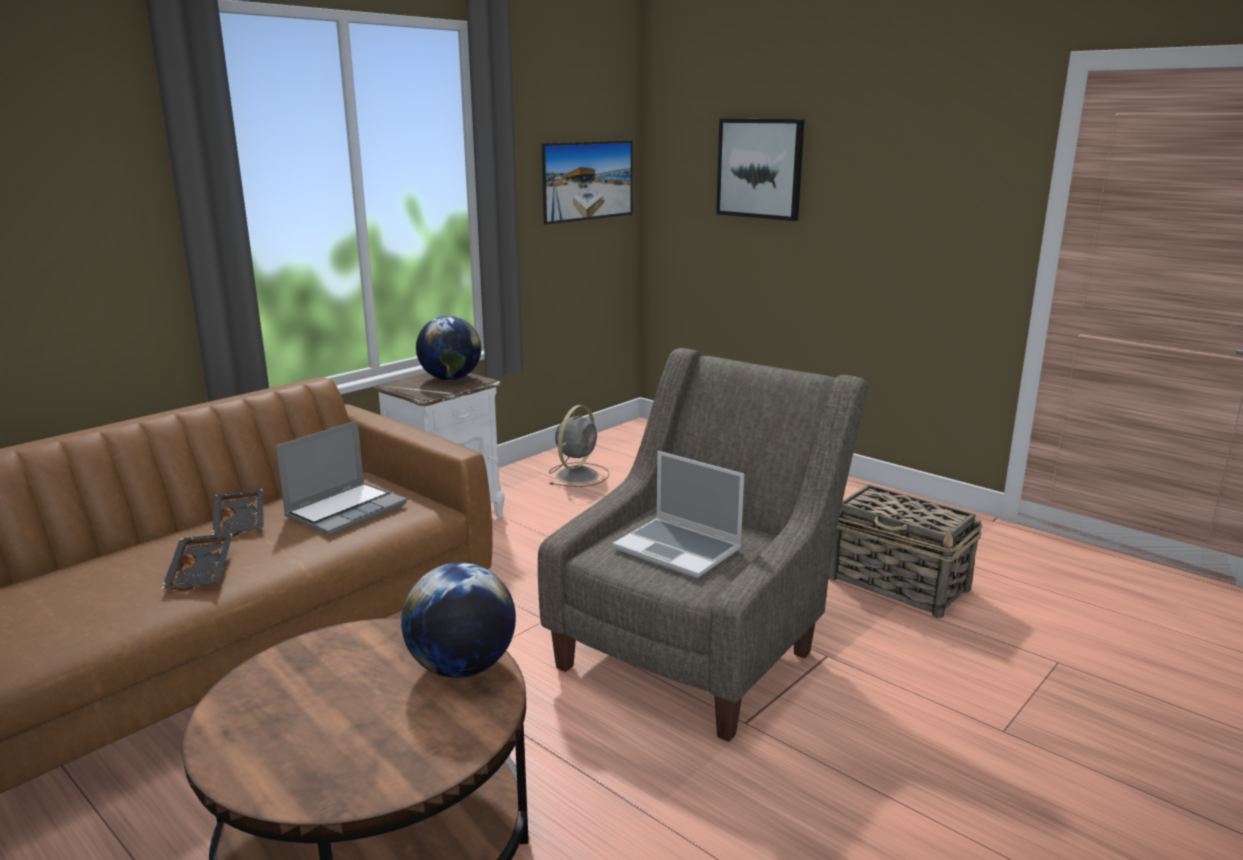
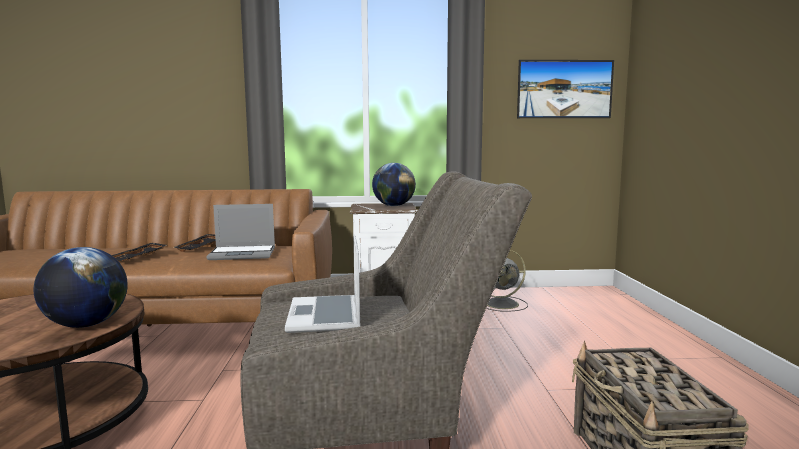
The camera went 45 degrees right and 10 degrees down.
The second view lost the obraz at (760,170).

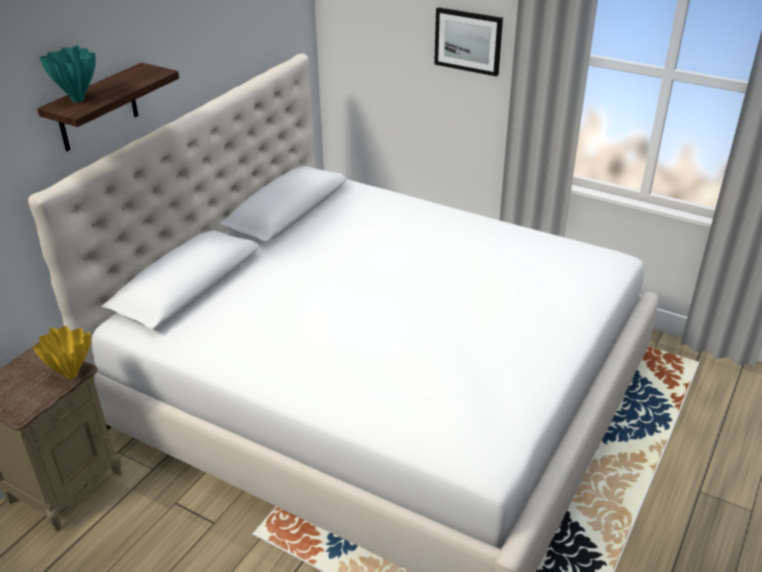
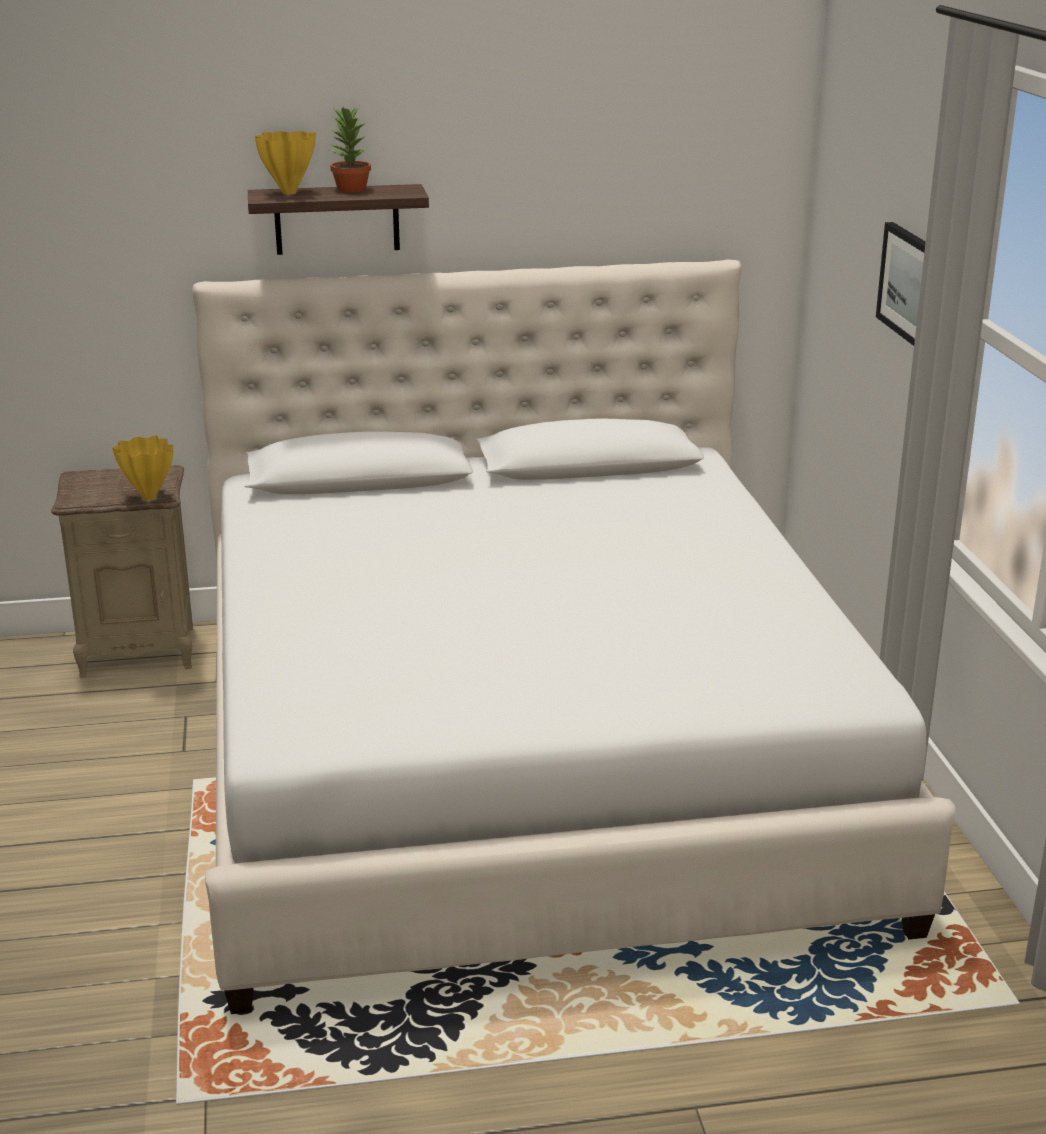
The camera went 50 degrees right and 10 degrees down.
The second view gained the roślina doniczkowa at (350,149).
What was the wazon [turkusowy] at (67,74) turned into the wazon [żółty] at (285,162).

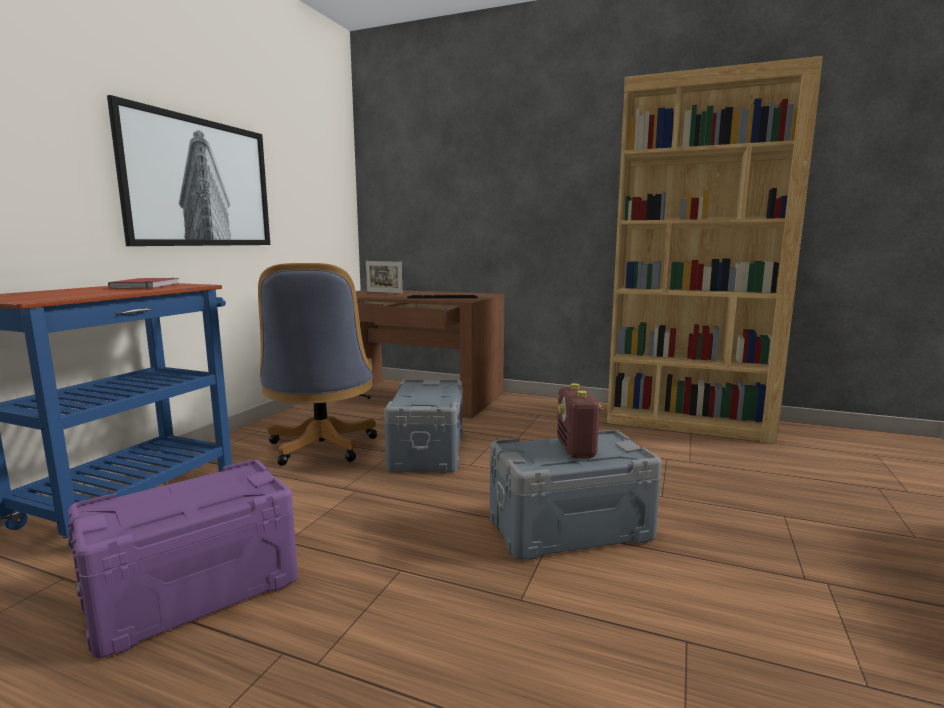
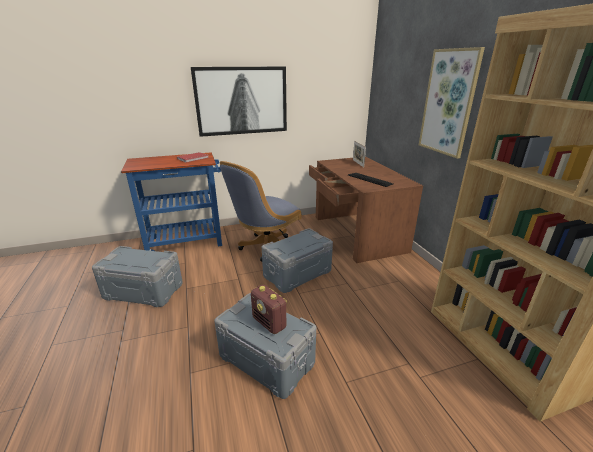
The camera went 50 degrees right and 15 degrees up.
The second view gained the obraz at (452,103).
What was the pojemnik do przechowywania [fioletowy] at (183,559) turned into the pojemnik do przechowywania [szary] at (137,276).
The radio at (580,420) ended up facing another way, 90 degrees counterclockwise from before.

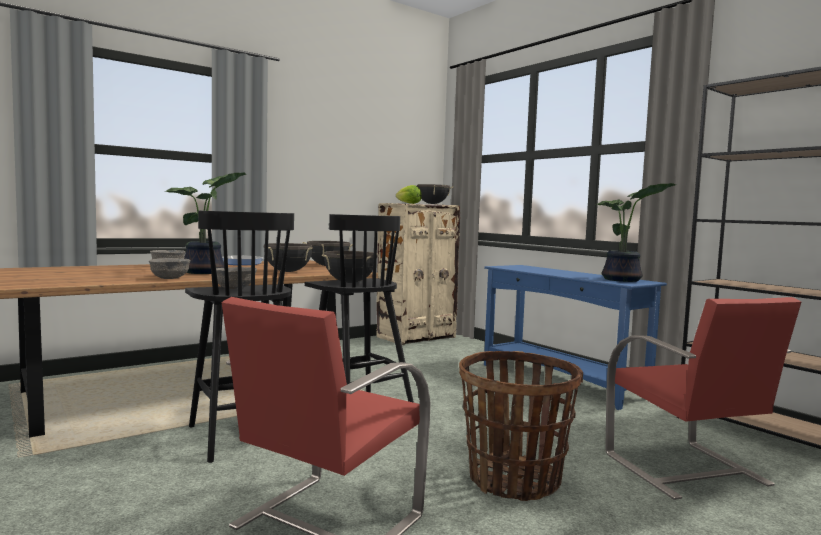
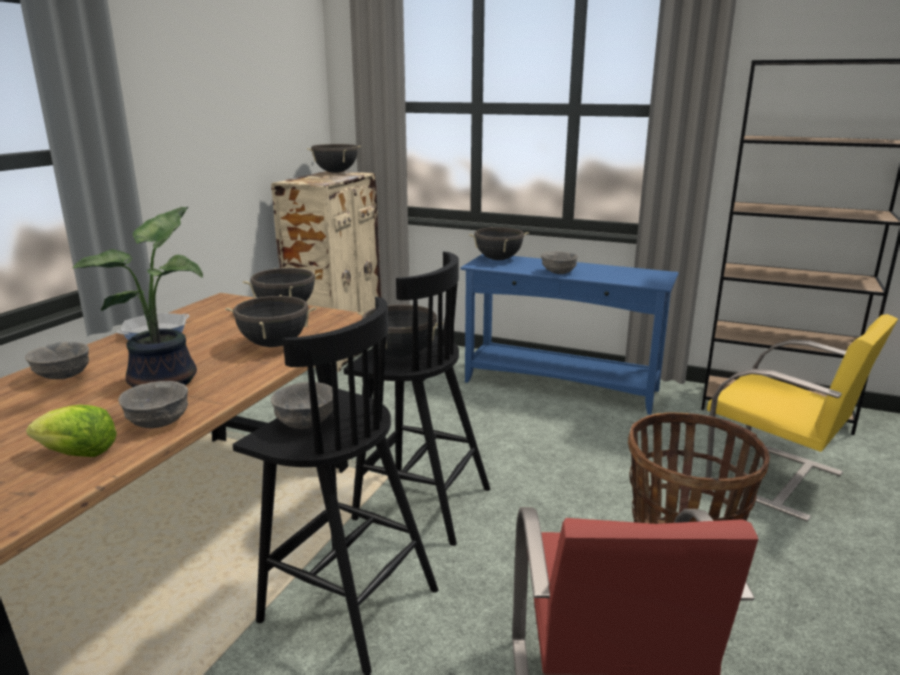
The camera went 30 degrees left and 15 degrees up.
The second view lost the roślina doniczkowa at (635,232).
The second view gained the garnek [czarny] at (499,243).
The second view gained the miska [szary] at (559,262).
The sałata ended up elsewhere, having gone from (408,194) to (71,431).
What was the krzesło [czerwony] at (703,398) turned into the krzesło [żółty] at (802,417).

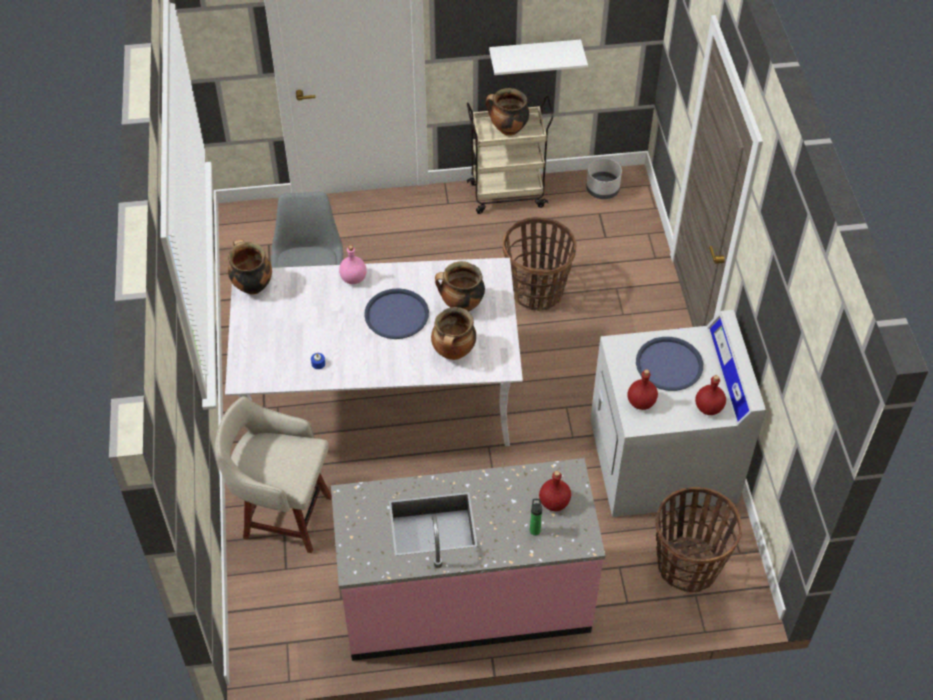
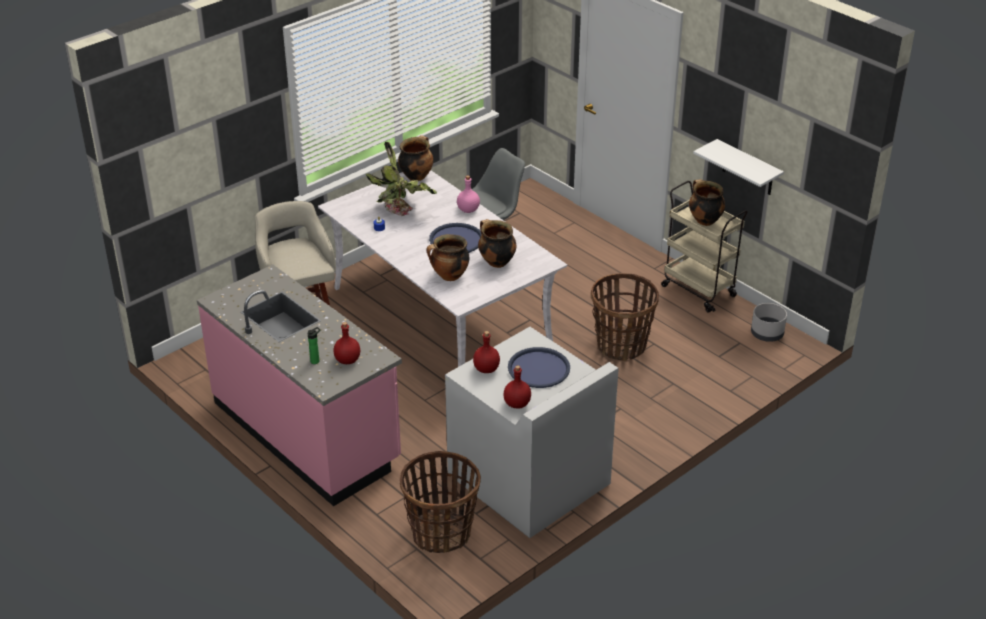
The camera went 55 degrees right and 15 degrees down.
The second view gained the roślina doniczkowa at (401,179).

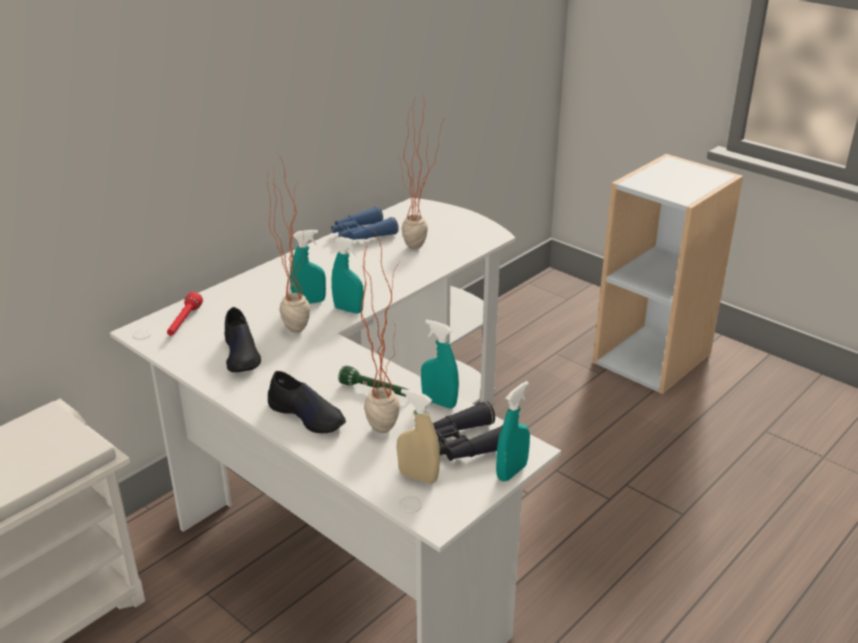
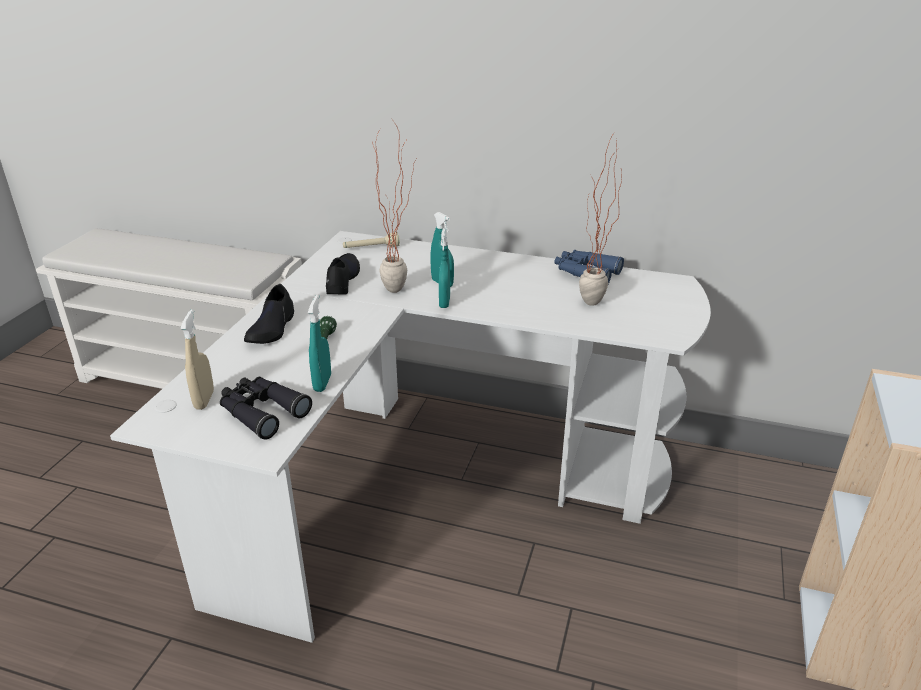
The camera went 65 degrees right and 0 degrees up.
The second view lost the roślina doniczkowa at (380,333).
The second view lost the spryskiwacz [turkusowy] at (513,431).
What was the latarka [czerwony] at (185,314) turned into the latarka [beżowy] at (371,240).
The but [czarny] at (242,340) ended up facing another way, 135 degrees clockwise from before.

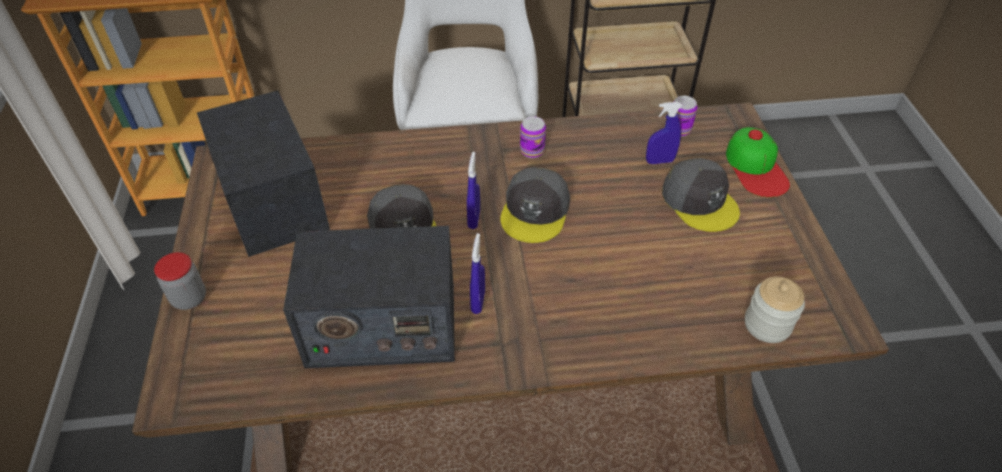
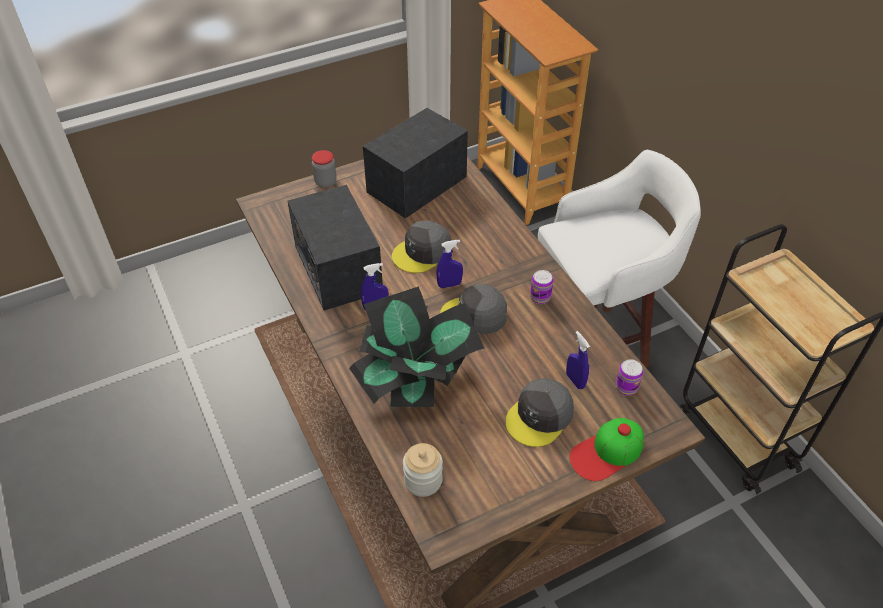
The camera went 70 degrees right and 0 degrees up.
The second view gained the roślina doniczkowa at (416,346).

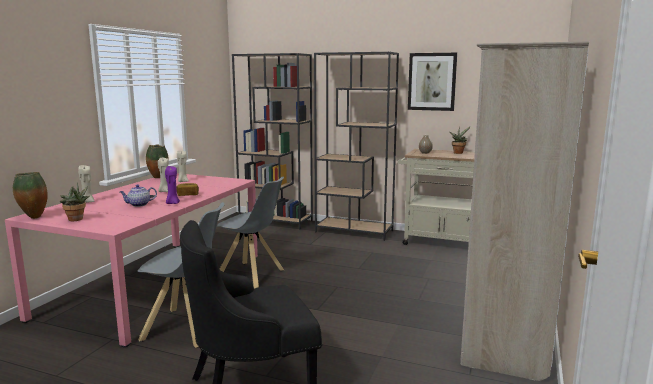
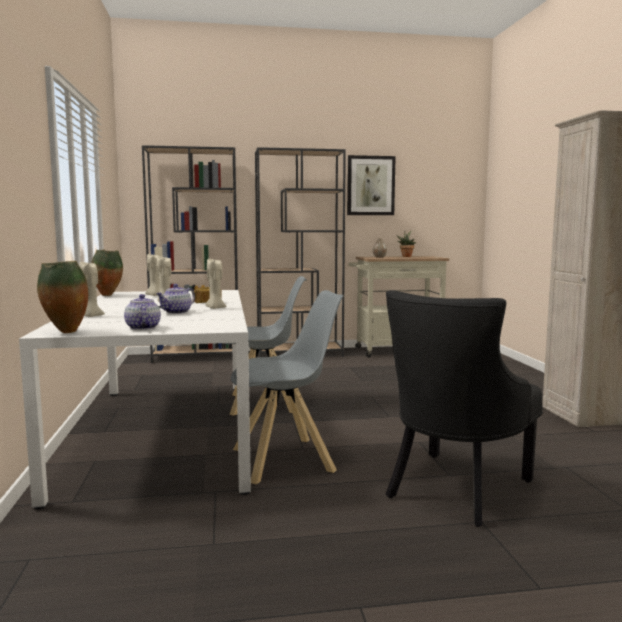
The camera went 30 degrees left and 5 degrees down.
Where the roślina doniczkowa stood at (74,202), the imbryk came to stand at (142,312).
What was the stół jadalny [różowy] at (131,260) turned into the stół jadalny [biały] at (135,399).
What was the świeca [fioletowy] at (172,185) turned into the świeca [beżowy] at (216,283).

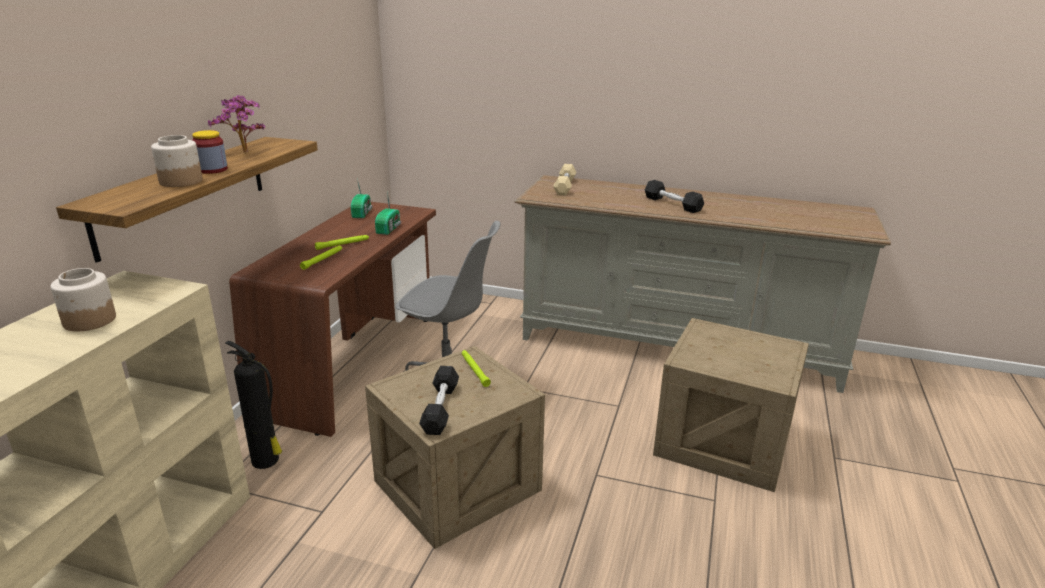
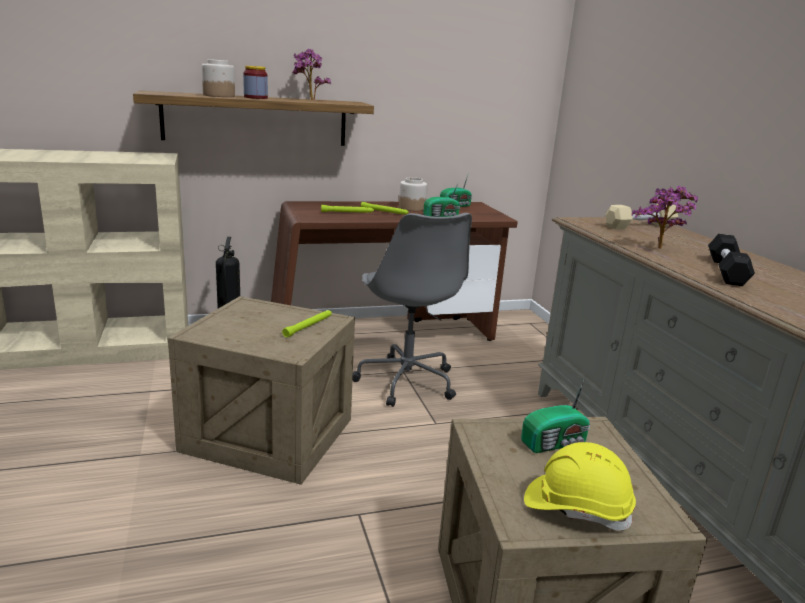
The camera went 55 degrees right and 5 degrees down.
The second view lost the hantel [czarny] at (439,400).
The second view gained the radio at (555,415).
The second view gained the kask [żółty] at (580,486).
The second view gained the roślina doniczkowa at (665,217).
The słoik ended up elsewhere, having gone from (83,299) to (413,194).

